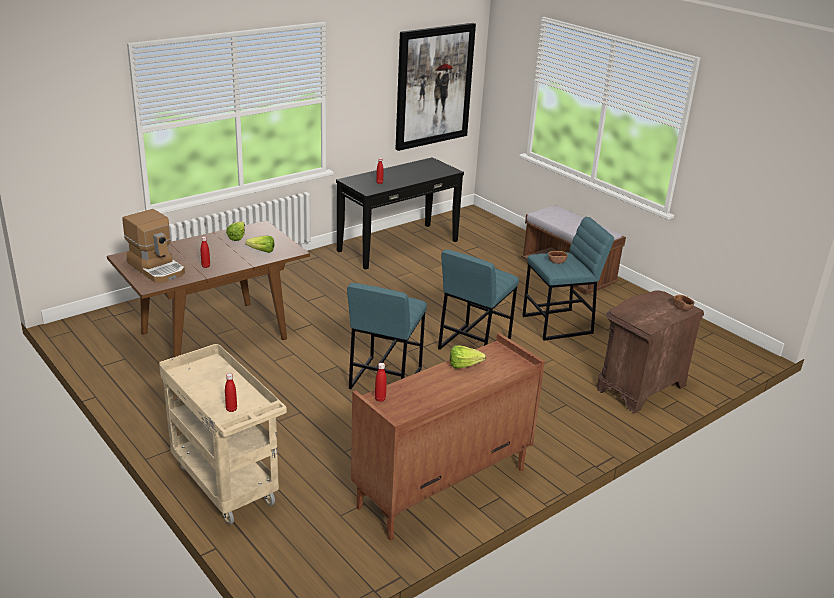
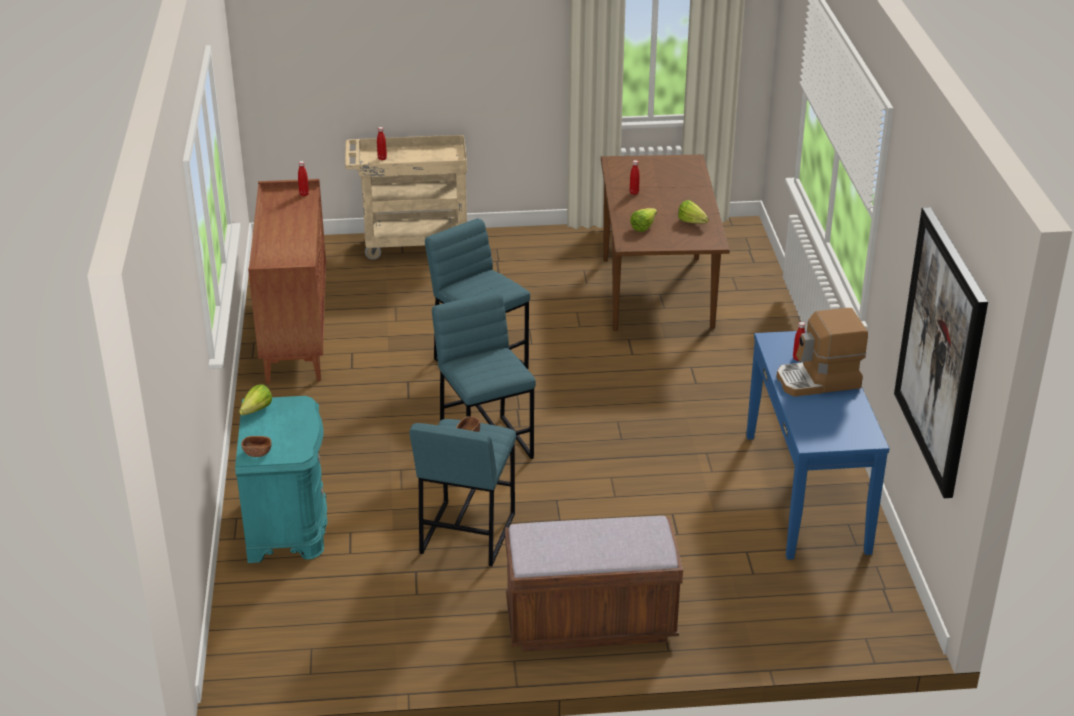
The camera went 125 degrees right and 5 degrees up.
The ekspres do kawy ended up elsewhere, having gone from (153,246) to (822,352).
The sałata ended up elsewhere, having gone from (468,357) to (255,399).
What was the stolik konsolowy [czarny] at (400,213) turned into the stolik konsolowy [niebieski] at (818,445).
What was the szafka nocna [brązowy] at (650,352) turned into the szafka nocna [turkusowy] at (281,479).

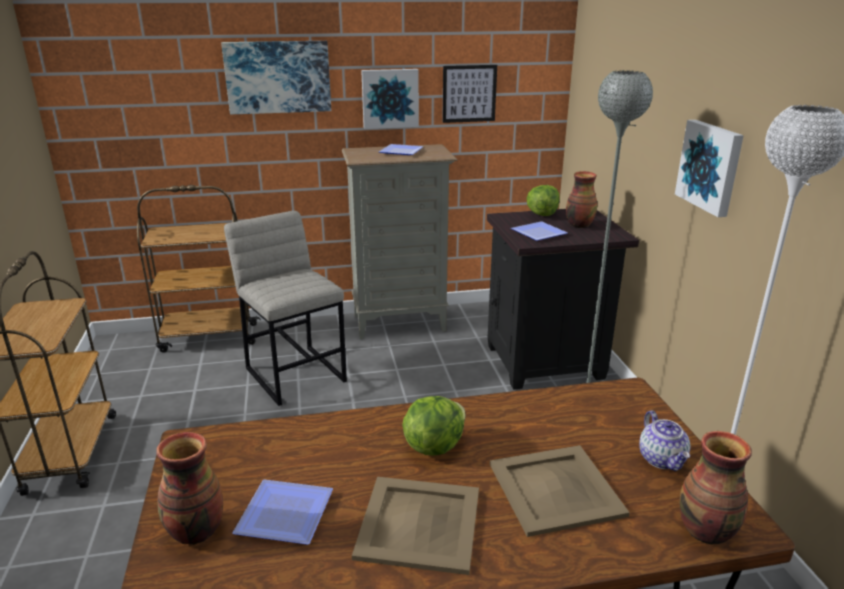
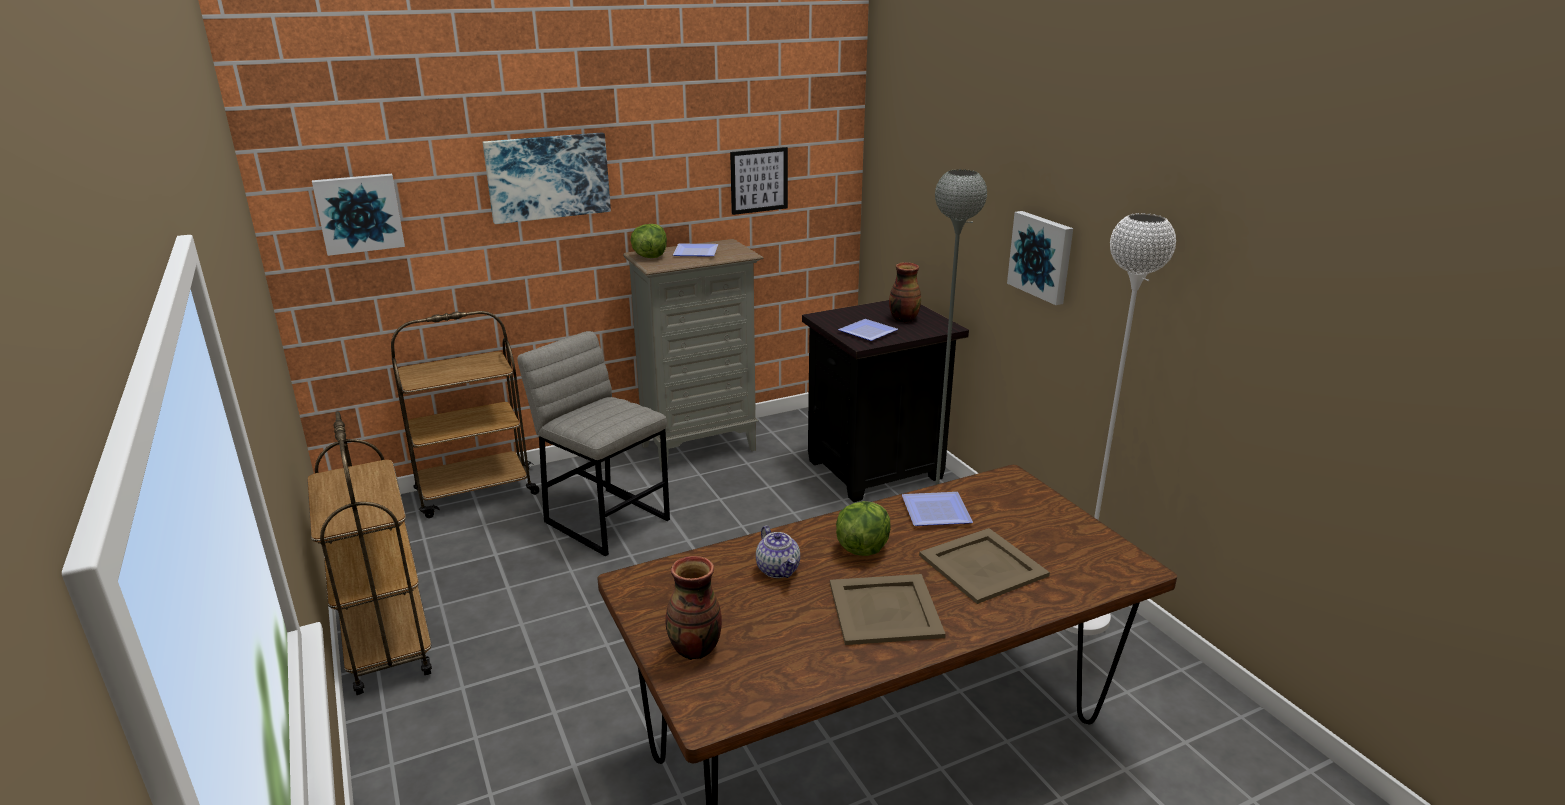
The camera went 15 degrees left and 0 degrees up.
The second view lost the wazon at (715,487).
The talerz ended up elsewhere, having gone from (282,512) to (937,509).
The obraz ended up elsewhere, having gone from (390,99) to (358,215).
The sałata ended up elsewhere, having gone from (543,200) to (648,241).
The imbryk ended up elsewhere, having gone from (664,440) to (778,552).

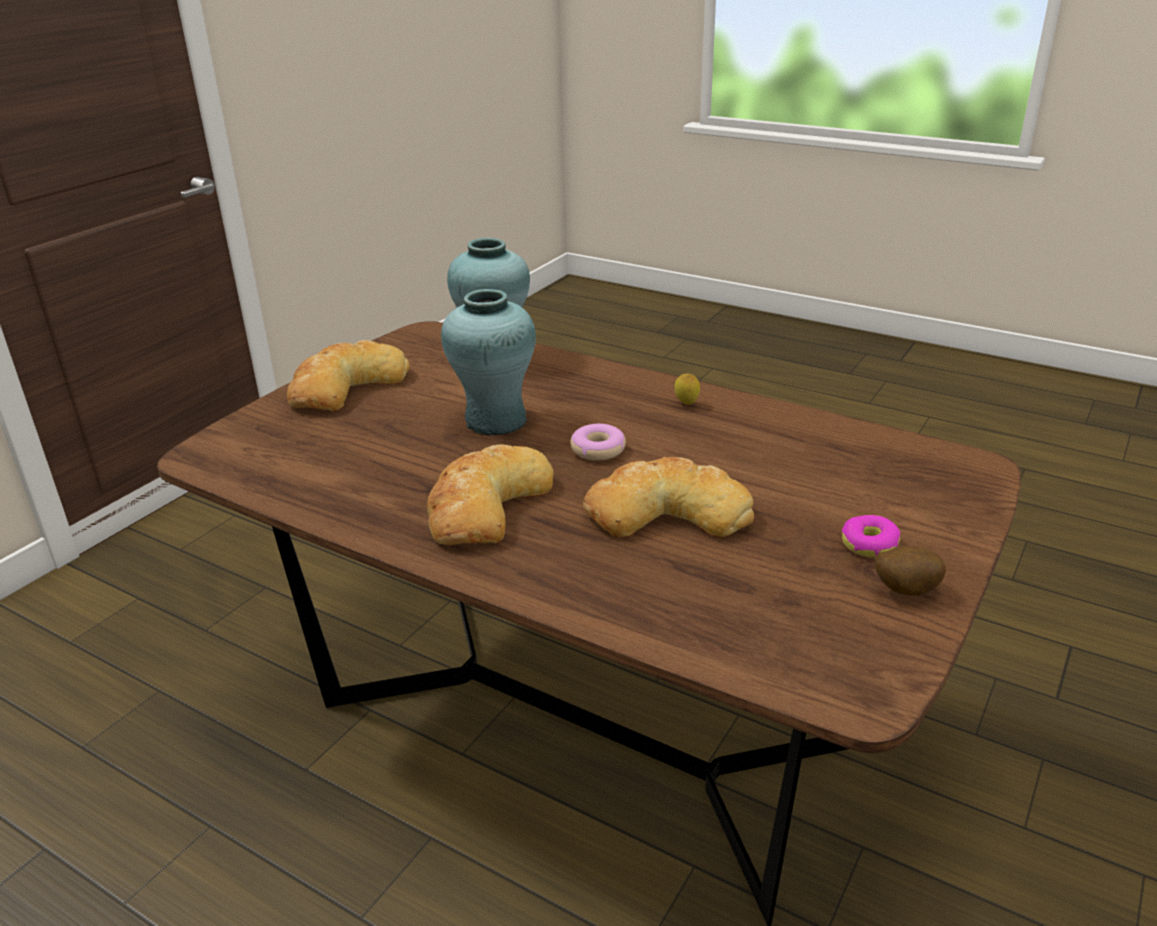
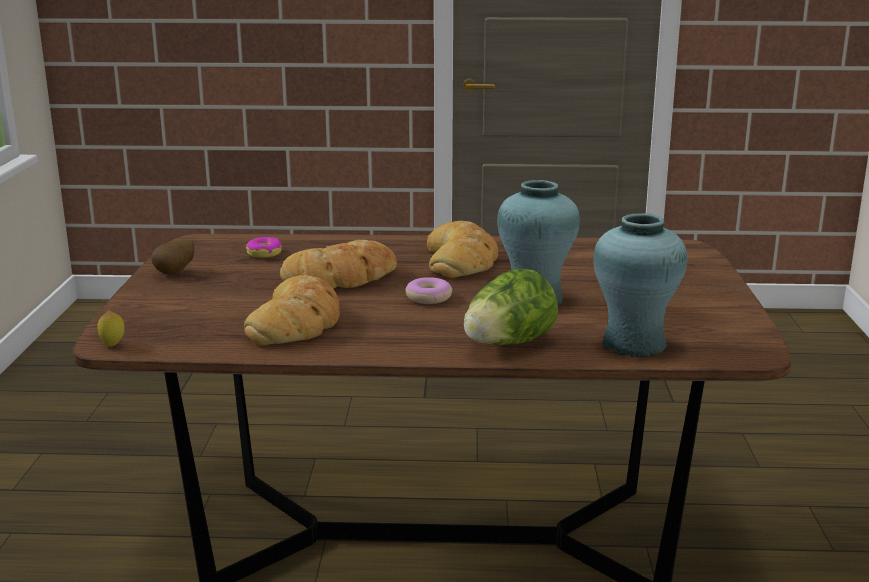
The camera went 150 degrees right and 10 degrees down.
The second view gained the sałata at (511,307).
The chleb ended up elsewhere, having gone from (348,375) to (292,310).
The cytryna ended up elsewhere, having gone from (687,389) to (111,329).
The donut ended up elsewhere, having gone from (871,536) to (264,247).

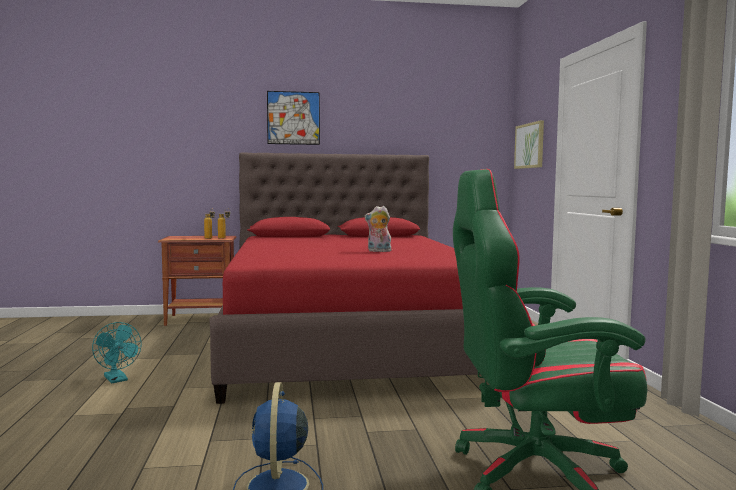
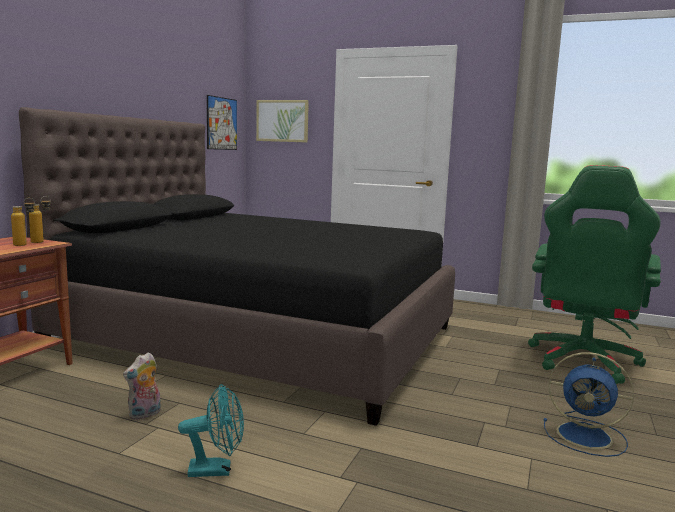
The camera went 60 degrees left and 5 degrees up.
The obraz ended up elsewhere, having gone from (293,118) to (222,122).
The pluszak ended up elsewhere, having gone from (377,229) to (142,386).
What was the łóżko [czerwony] at (344,278) turned into the łóżko [czarny] at (237,266).

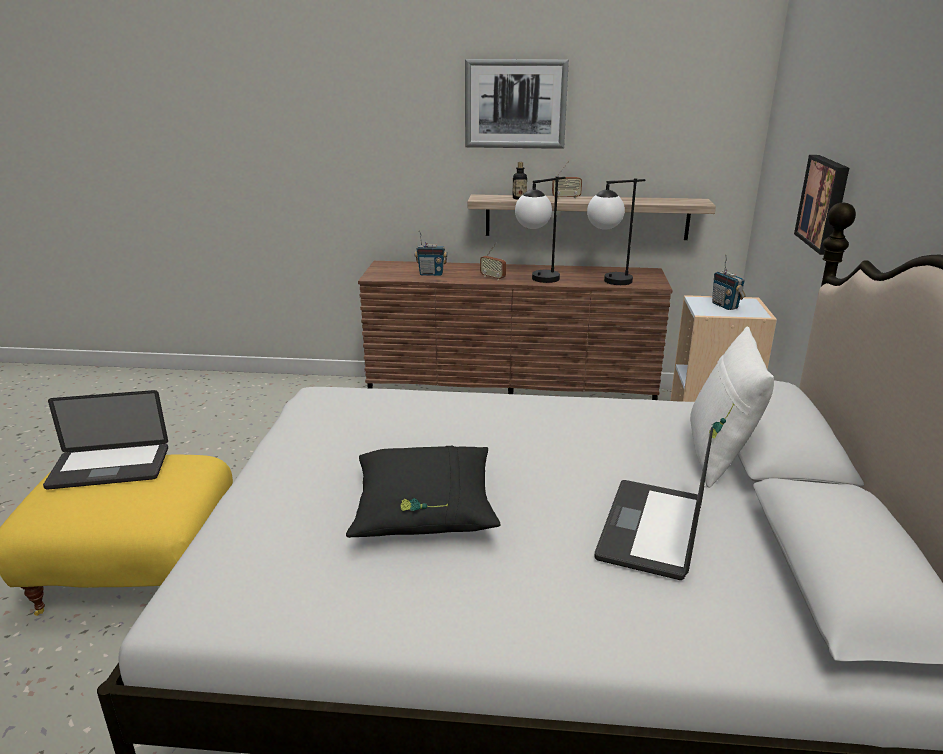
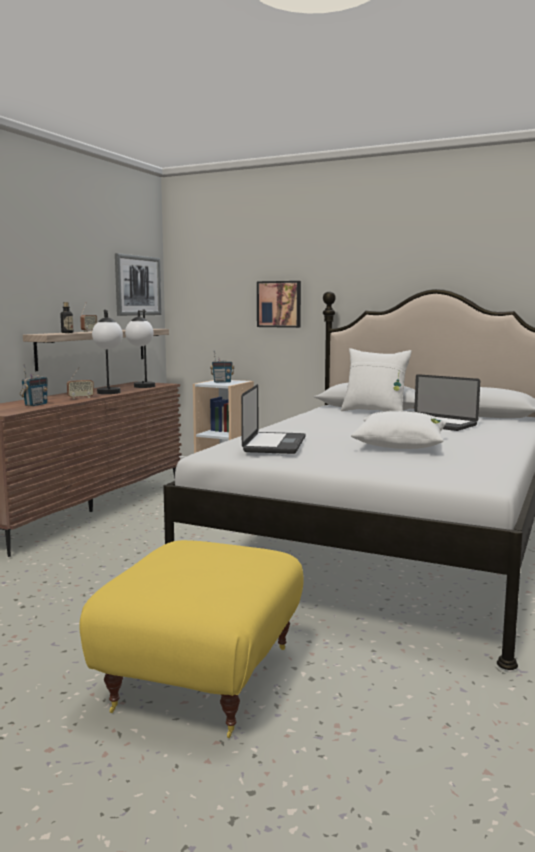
The camera went 70 degrees left and 15 degrees down.
The laptop ended up elsewhere, having gone from (105,439) to (273,419).
The obraz ended up elsewhere, having gone from (517,104) to (138,284).
What was the poduszka [czarny] at (423,492) turned into the poduszka [biały] at (398,430).

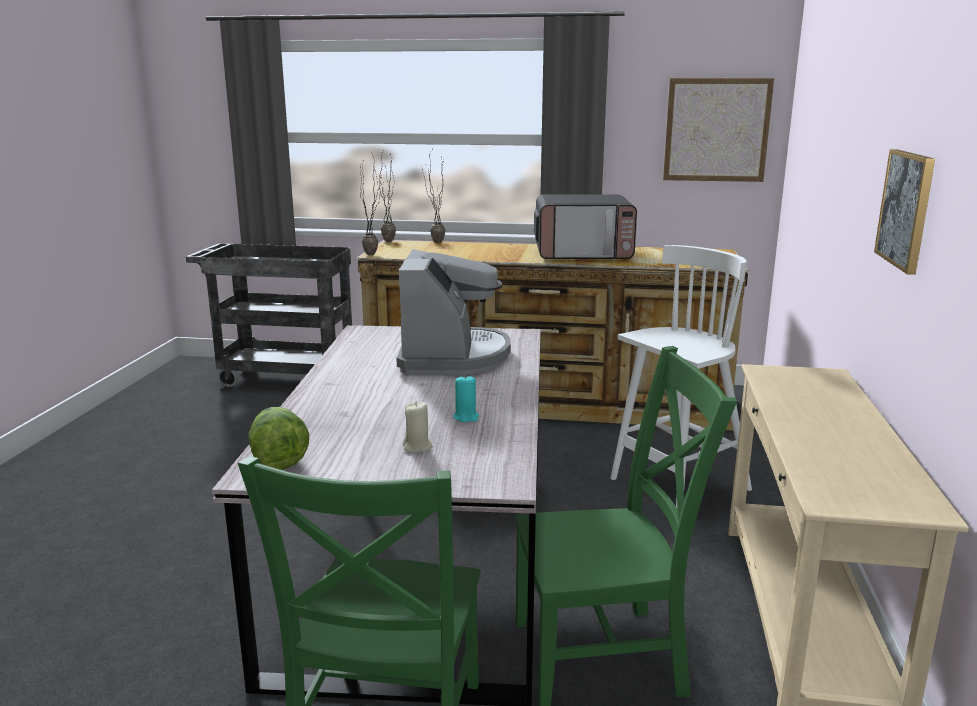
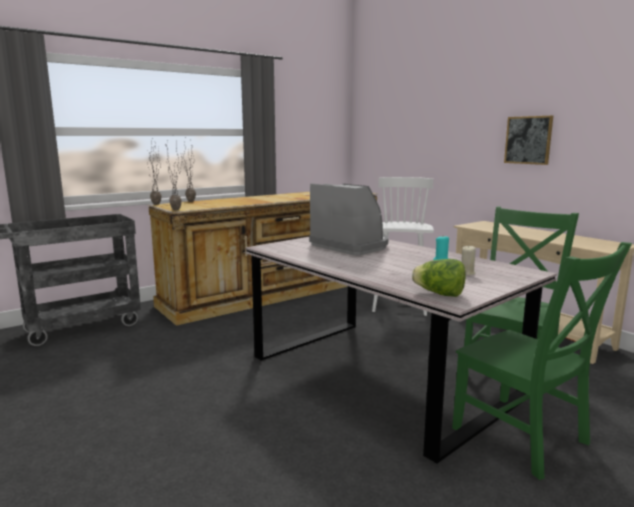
The camera went 45 degrees left and 5 degrees down.
The second view lost the mikrofalówka at (585,227).
The second view lost the obraz at (718,128).

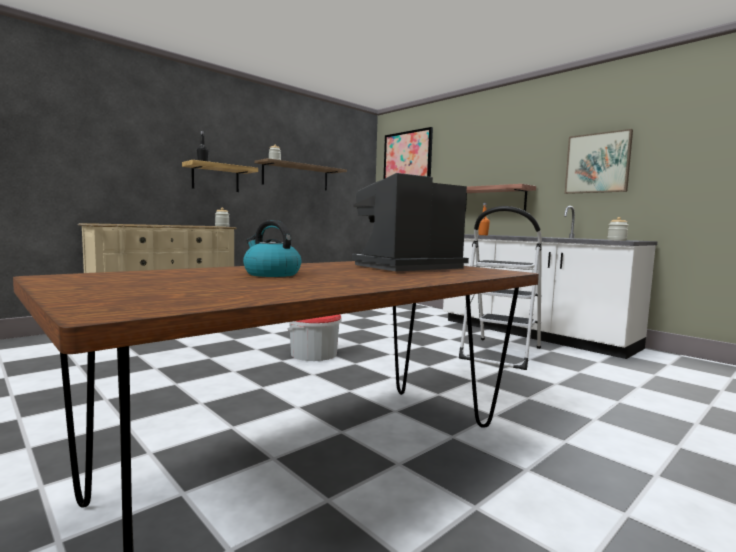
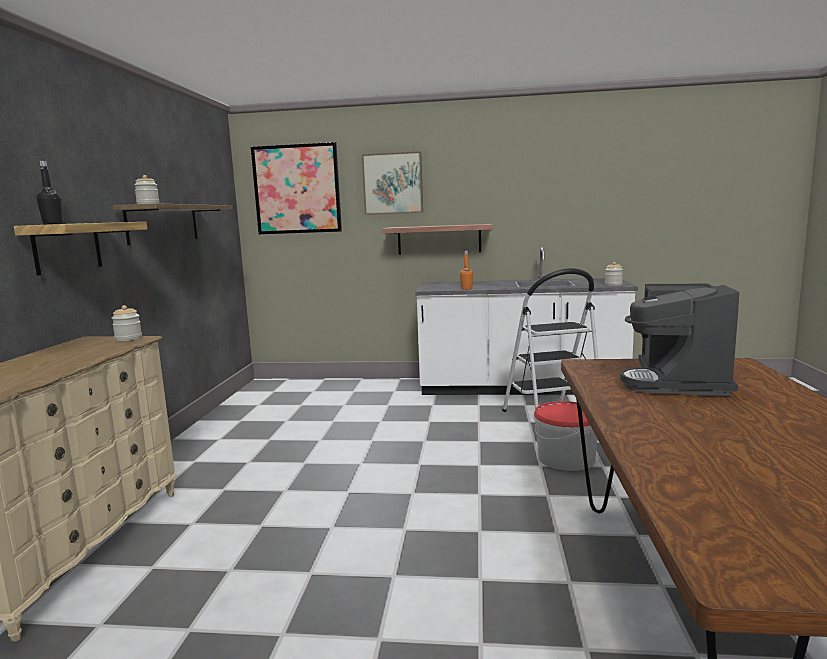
The camera went 40 degrees left and 5 degrees up.
The second view lost the czajnik at (272,248).
The wiadro ended up elsewhere, having gone from (315,337) to (565,436).
The obraz ended up elsewhere, having gone from (599,161) to (392,183).

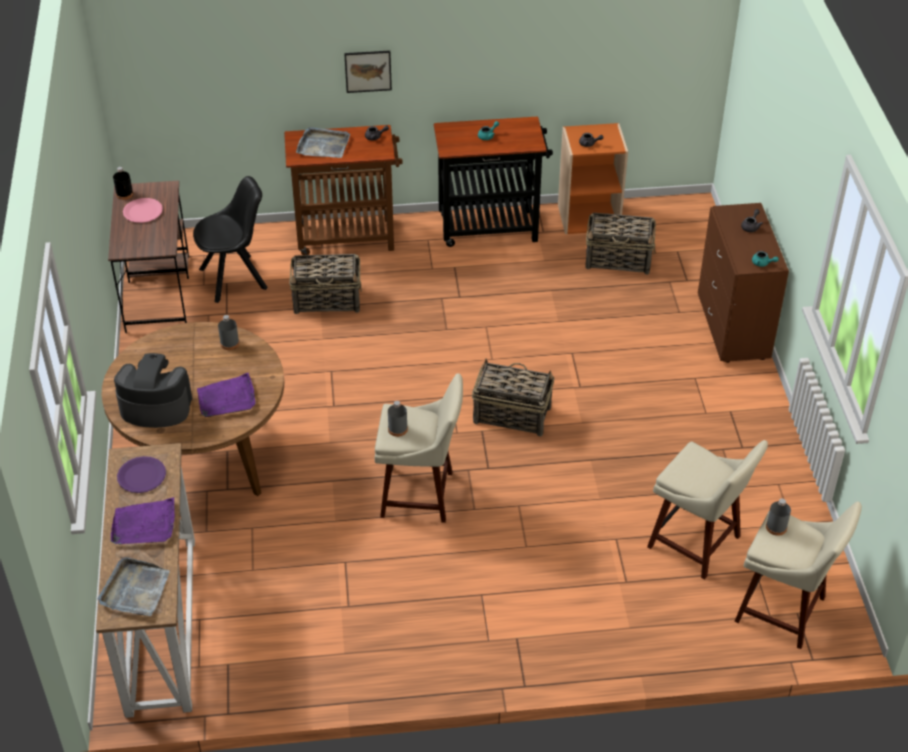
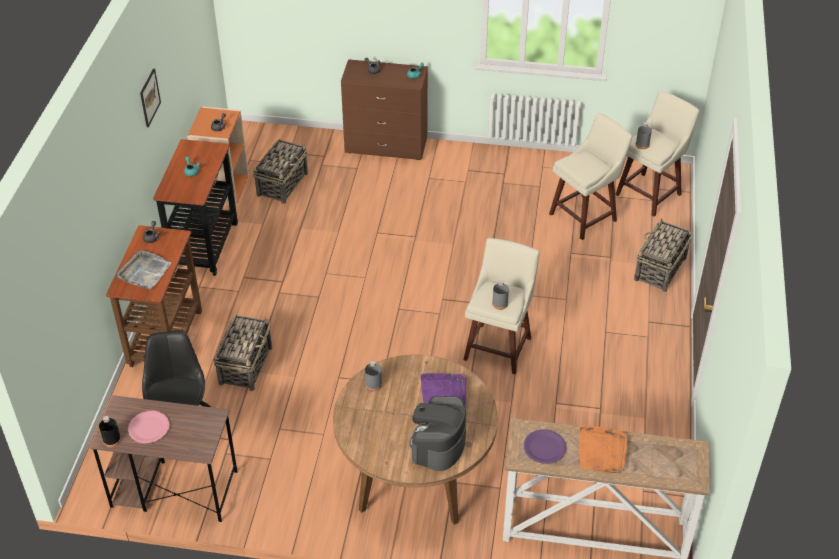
The camera went 75 degrees left and 0 degrees up.
The second view lost the taca [szary] at (134,586).
The obraz ended up elsewhere, having gone from (368,71) to (150,98).
The koszyk ended up elsewhere, having gone from (513,397) to (663,255).
What was the taca [fioletowy] at (143,520) turned into the taca [pomarańczowy] at (603,449).

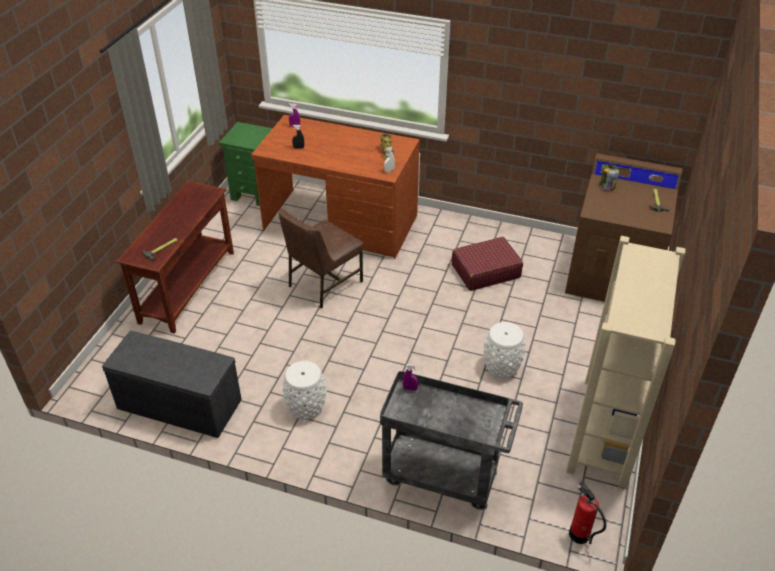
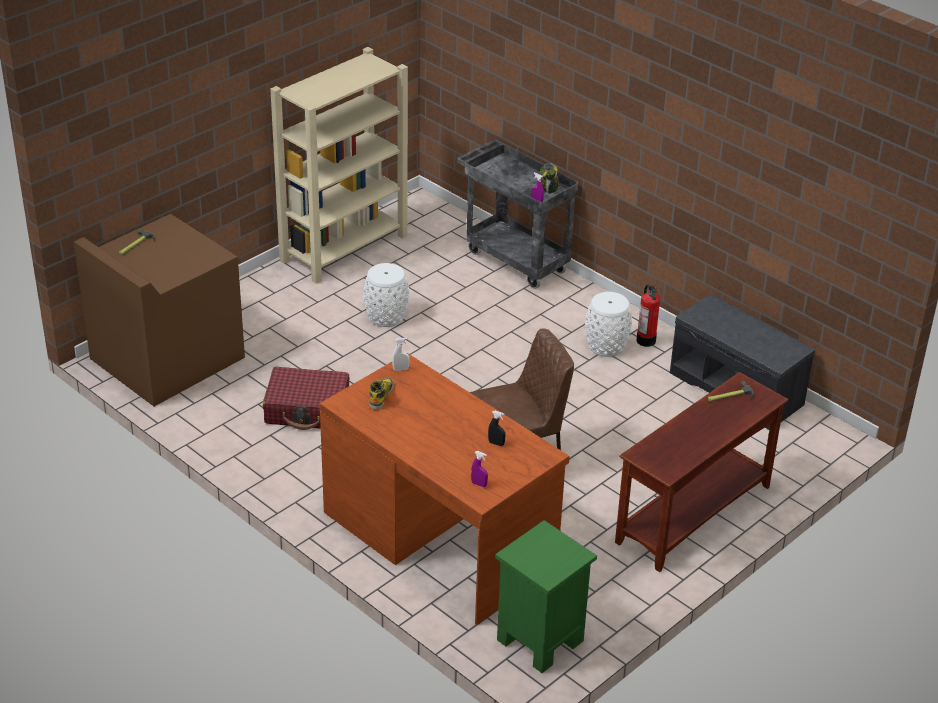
The camera went 155 degrees left and 5 degrees down.
The gaśnica ended up elsewhere, having gone from (587,512) to (648,316).
The słoik ended up elsewhere, having gone from (609,177) to (549,178).

